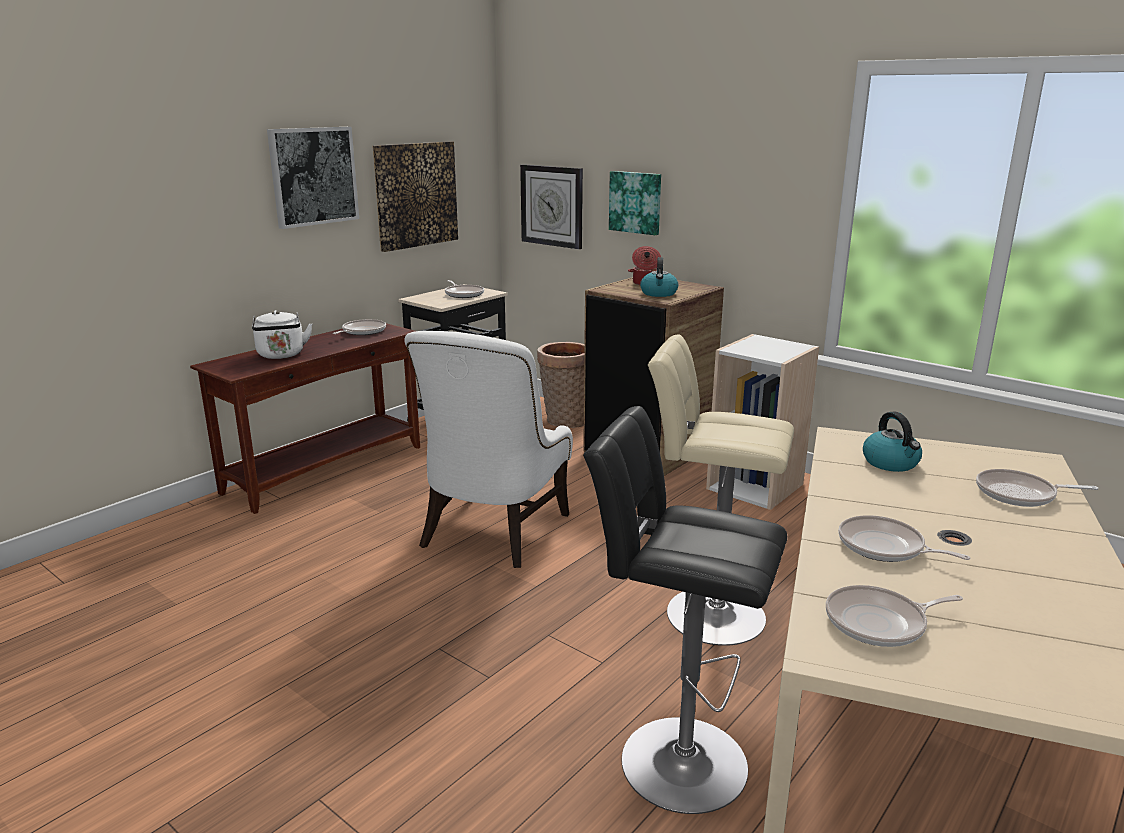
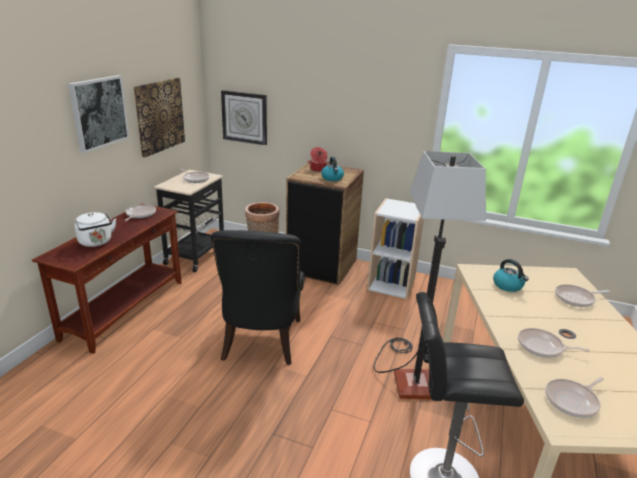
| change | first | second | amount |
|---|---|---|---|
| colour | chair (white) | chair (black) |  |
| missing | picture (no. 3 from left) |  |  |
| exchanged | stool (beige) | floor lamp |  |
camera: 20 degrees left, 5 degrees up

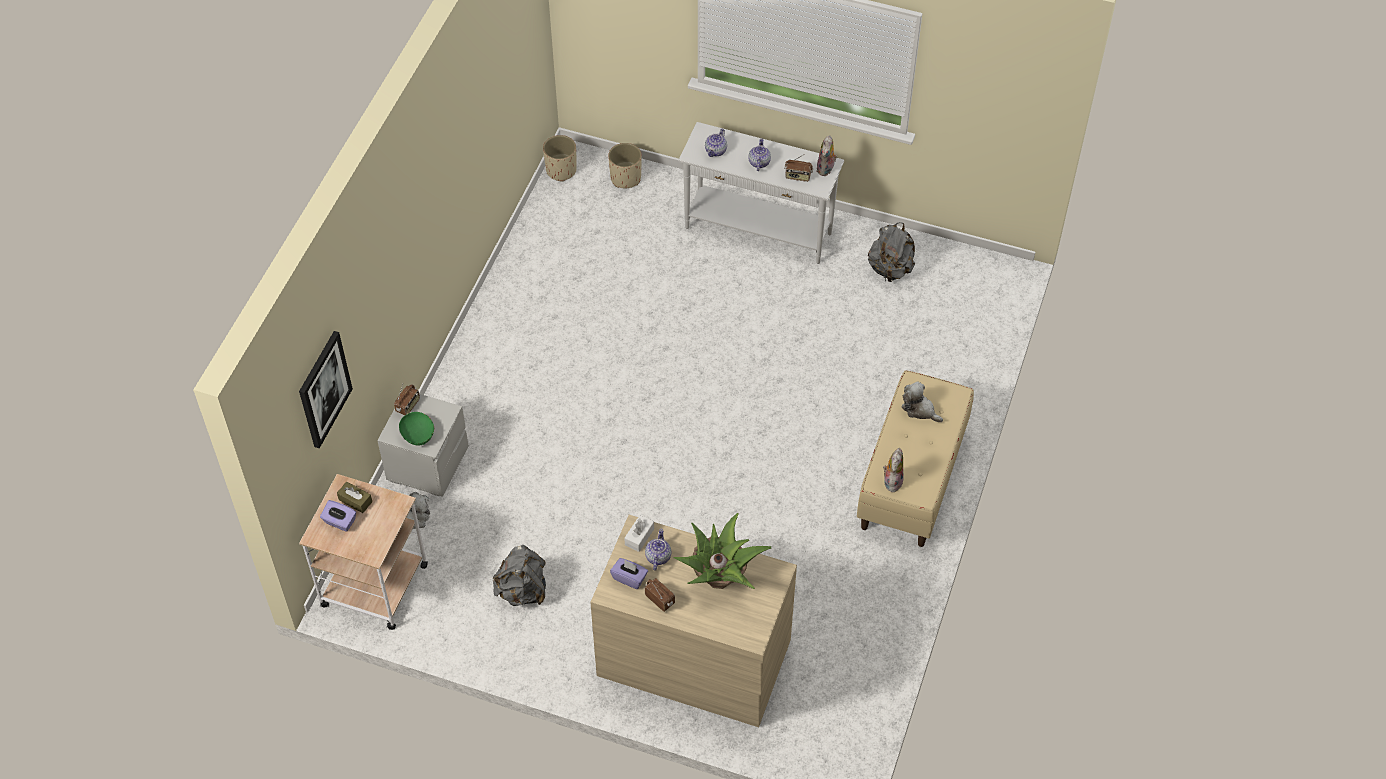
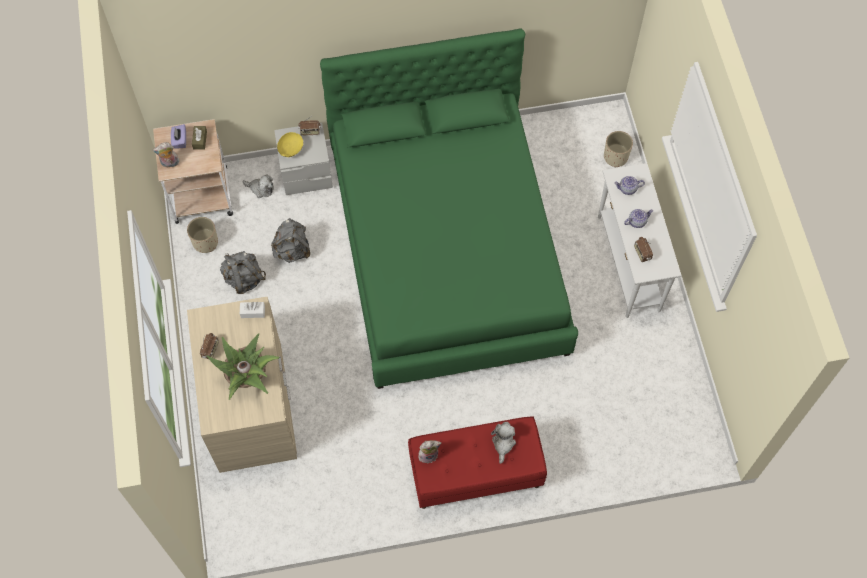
| change | first | second | amount |
|---|---|---|---|
| missing | picture |  |  |
| colour | bowl (green) | bowl (yellow) |  |
| relocated | planter (beige) (no. 1 from left) |  |  |
| missing | tissue box (purple) (no. 2 from left) |  |  |
| missing | teapot (no. 1 from left) |  |  |
| relocated | plush toy (no. 2 from left in the first image) | plush toy (no. 1 from left) |  |
| colour | bench (beige) | bench (red) |  |
| relocated | backpack (grey) (no. 2 from left) |  |  |
| appeared |  | bed (green) |  |
camera: 60 degrees right, 10 degrees up

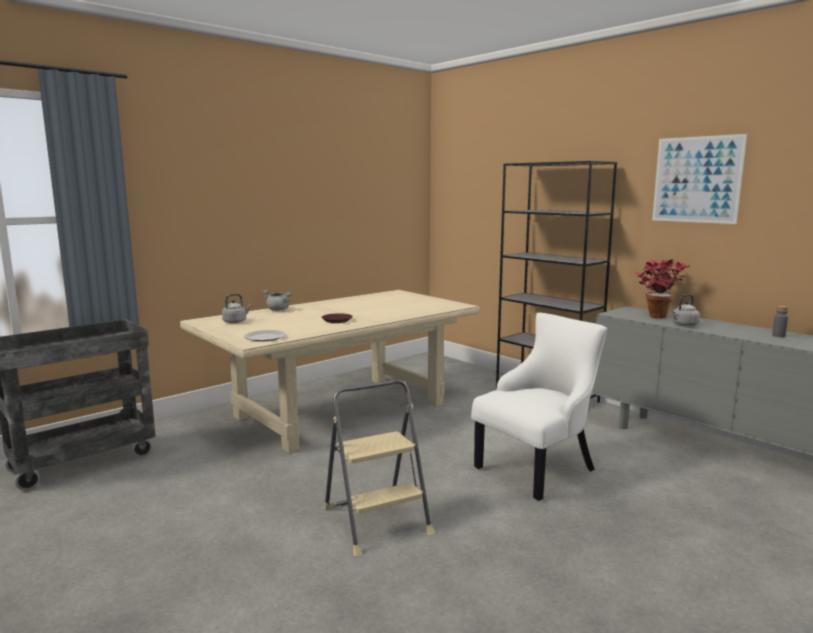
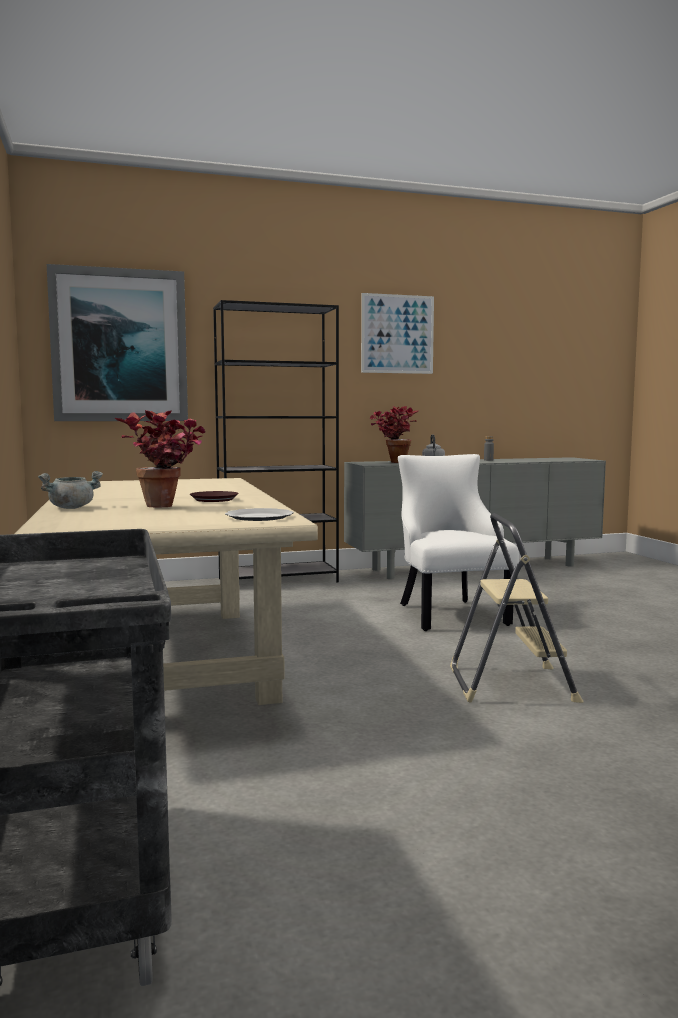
| change | first | second | amount |
|---|---|---|---|
| missing | kettle (grey) (no. 1 from left) |  |  |
| appeared |  | picture (no. 1 from left) |  |
| appeared |  | potted plant (no. 1 from left) |  |
camera: 65 degrees left, 5 degrees down

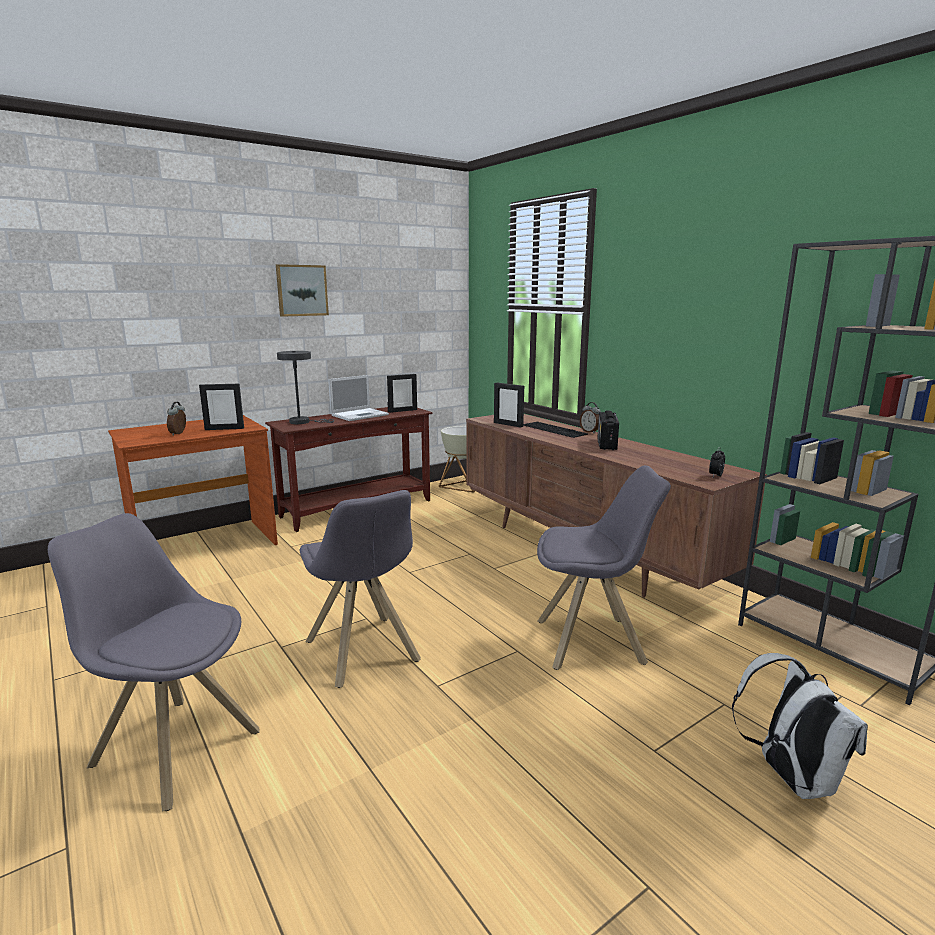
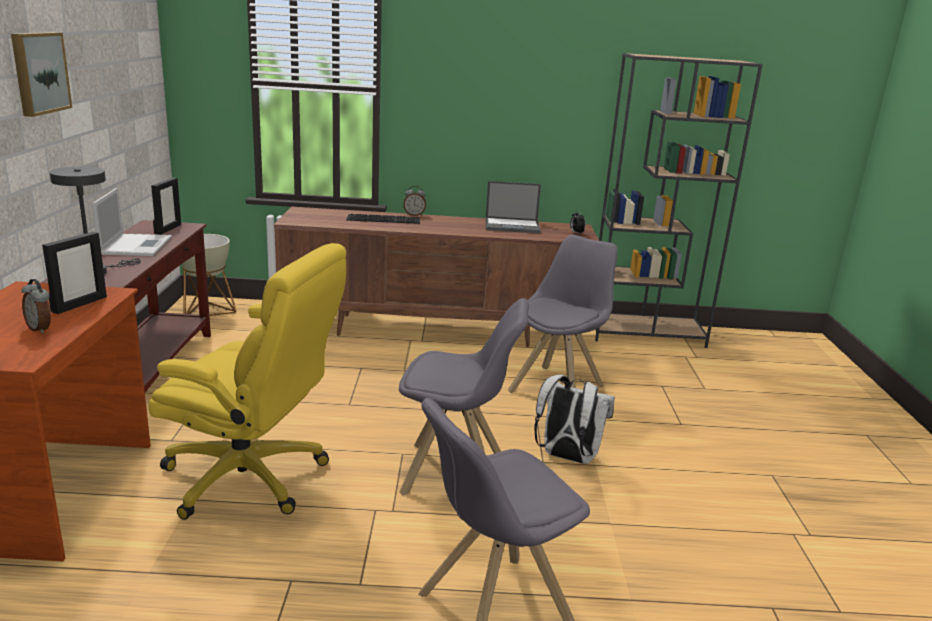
| change | first | second | amount |
|---|---|---|---|
| missing | picture frame (no. 3 from left) |  |  |
| missing | radio |  |  |
| relocated | backpack (white) |  |  |
| appeared |  | office chair (yellow) |  |
| appeared |  | laptop (no. 2 from left) |  |
camera: 55 degrees left, 5 degrees up

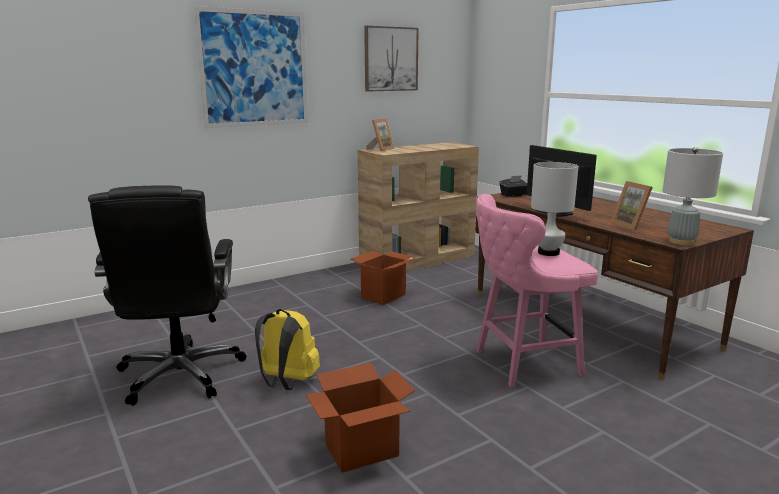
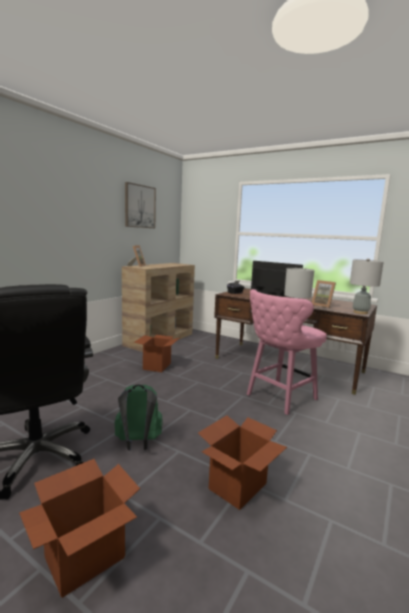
| change | first | second | amount |
|---|---|---|---|
| missing | picture (no. 1 from left) |  |  |
| colour | backpack (yellow) | backpack (green) |  |
| appeared |  | cardboard box (no. 1 from left) |  |
camera: 25 degrees left, 5 degrees down

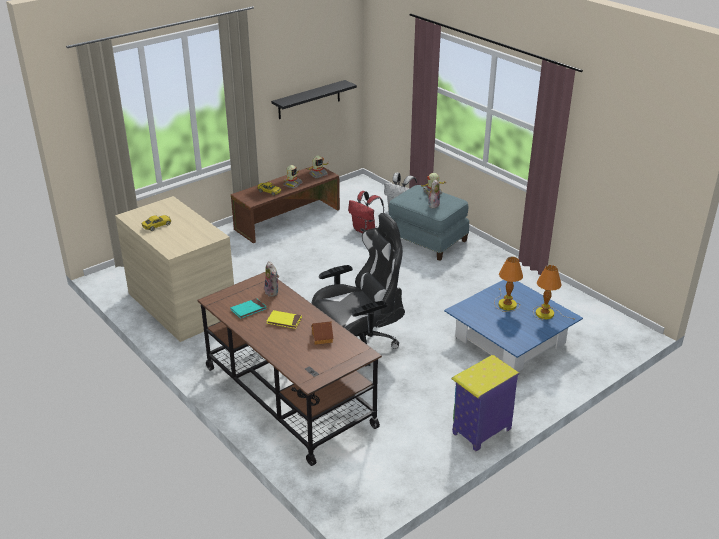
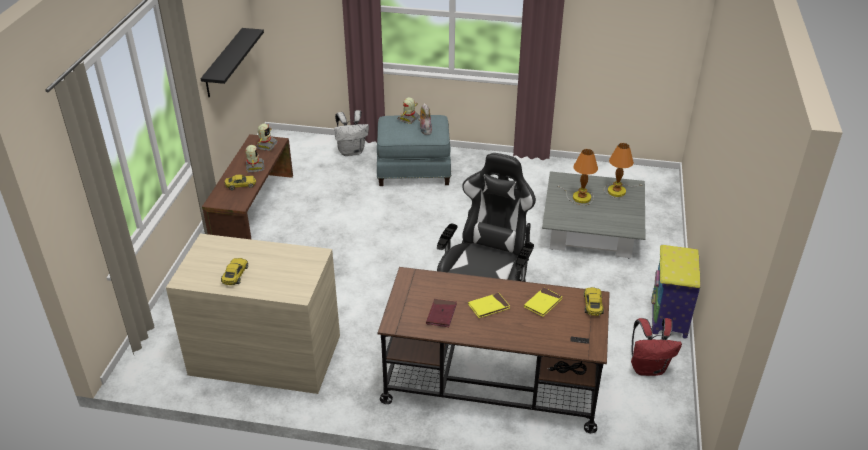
| change | first | second | amount |
|---|---|---|---|
| colour | book (turquoise) | book (red) |  |
| missing | plush toy (no. 1 from left) |  |  |
| exchanged | toy house | book (yellow) (no. 2 from left) |  |
| relocated | backpack (red) |  |  |
| colour | coffee table (blue) | coffee table (grey) |  |
| appeared |  | toy car (yellow) (no. 3 from left) |  |
camera: 40 degrees left, 5 degrees up

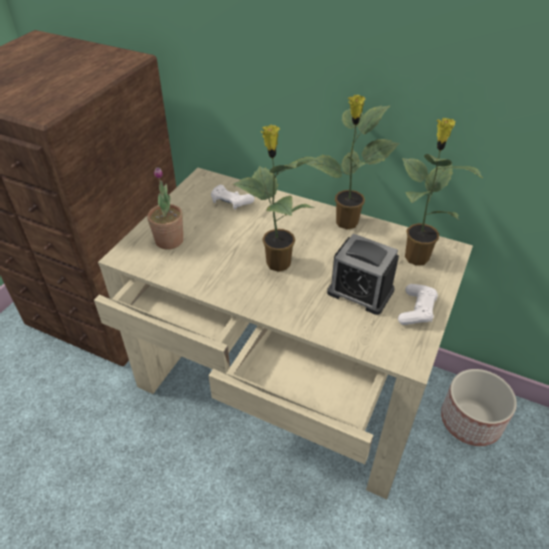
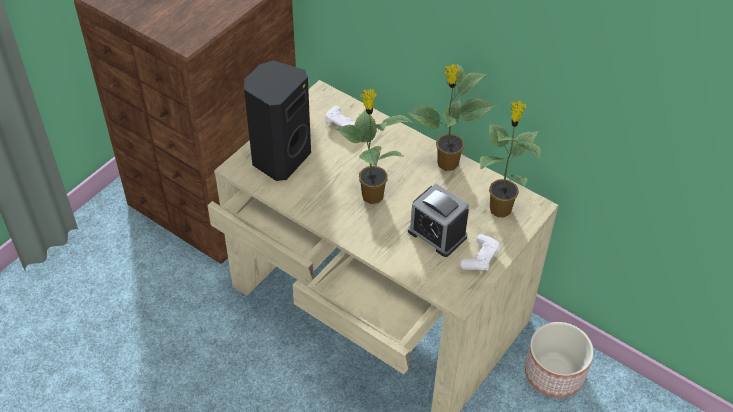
| change | first | second | amount |
|---|---|---|---|
| exchanged | potted plant (no. 1 from left) | speaker (black) |  |
camera: 10 degrees right, 5 degrees up

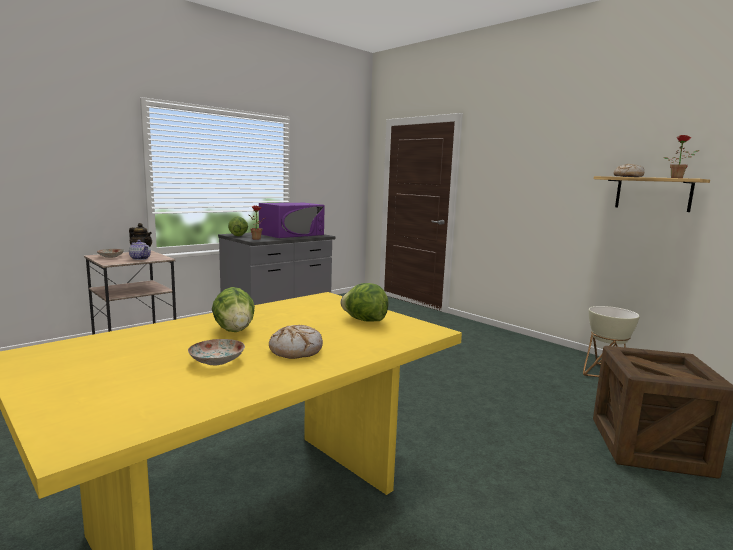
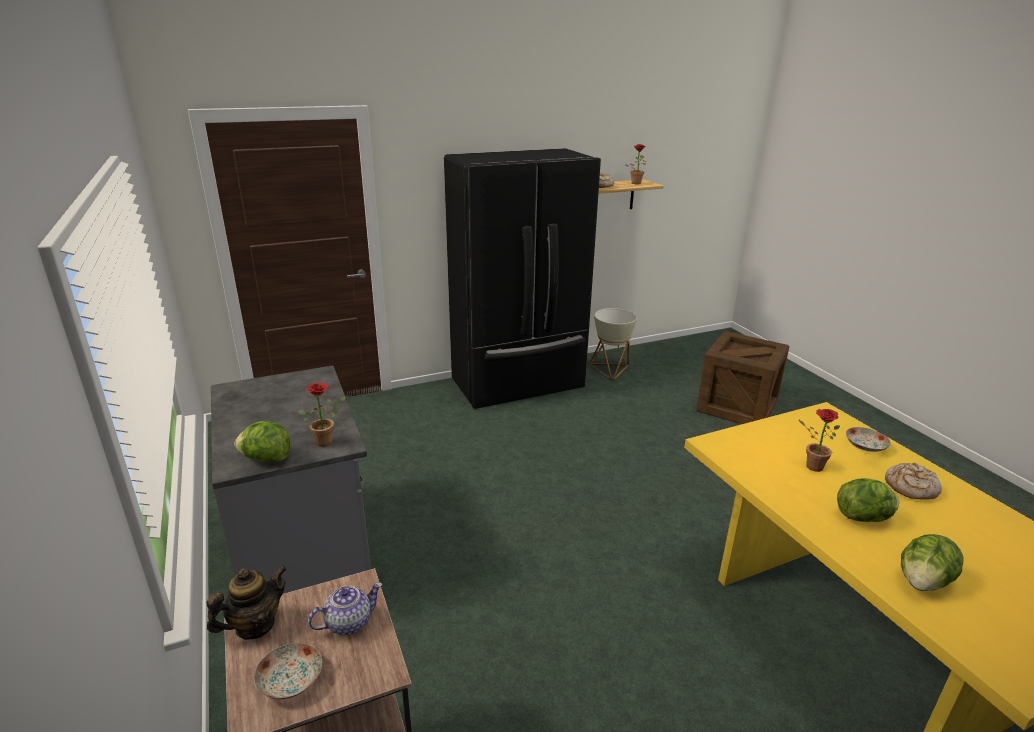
| change | first | second | amount |
|---|---|---|---|
| relocated | plate (no. 2 from left) |  |  |
| missing | microwave (purple) |  |  |
| relocated | lettuce (no. 3 from left) |  |  |
| appeared |  | fridge (black) |  |
| appeared |  | potted plant (no. 3 from left) |  |
camera: 70 degrees left, 15 degrees up

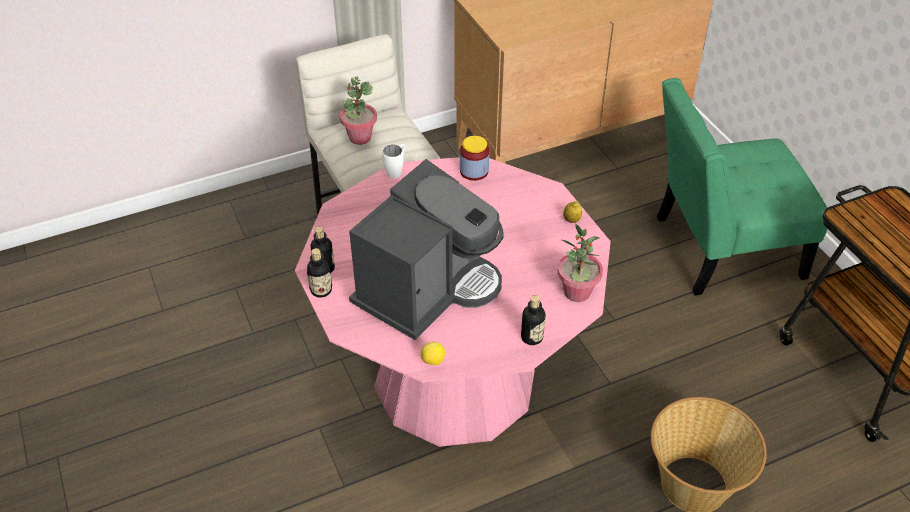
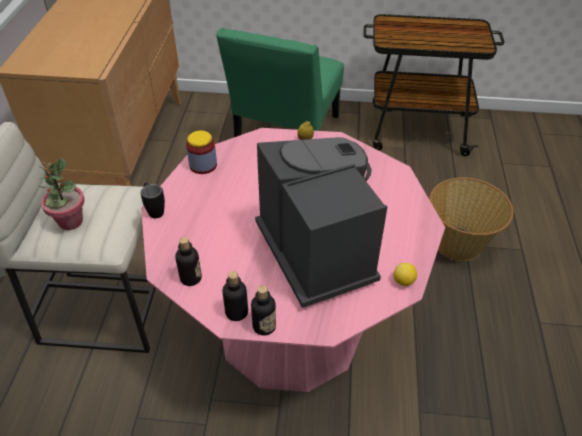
| change | first | second | amount |
|---|---|---|---|
| colour | mug (white) | mug (black) |  |
| relocated | bottle (no. 3 from left in the first image) | bottle (no. 1 from left) |  |
| missing | potted plant (no. 2 from left) |  |  |
camera: 60 degrees left, 0 degrees up

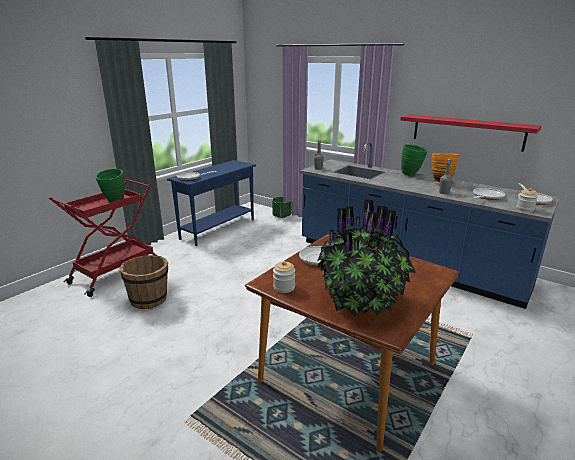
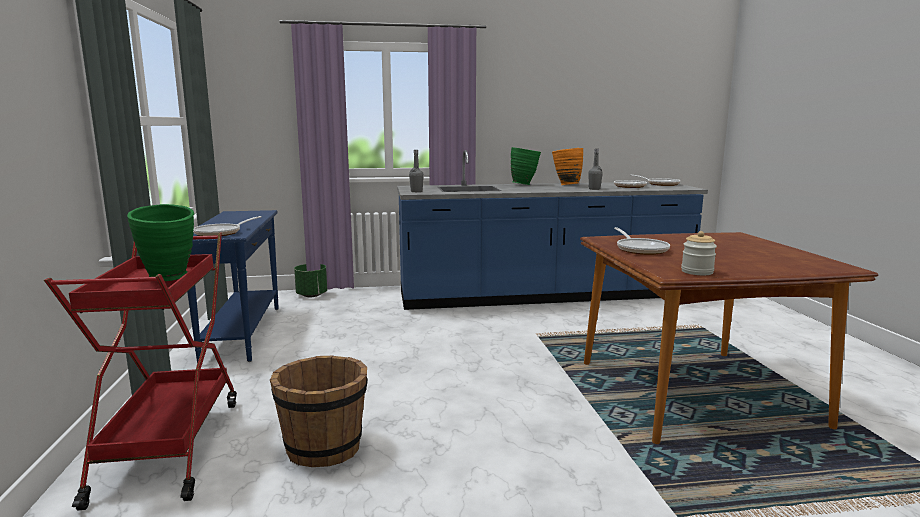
| change | first | second | amount |
|---|---|---|---|
| missing | potted plant |  |  |
| missing | shelf (red) |  |  |
| missing | jar (no. 2 from left) |  |  |
camera: 45 degrees left, 10 degrees down

